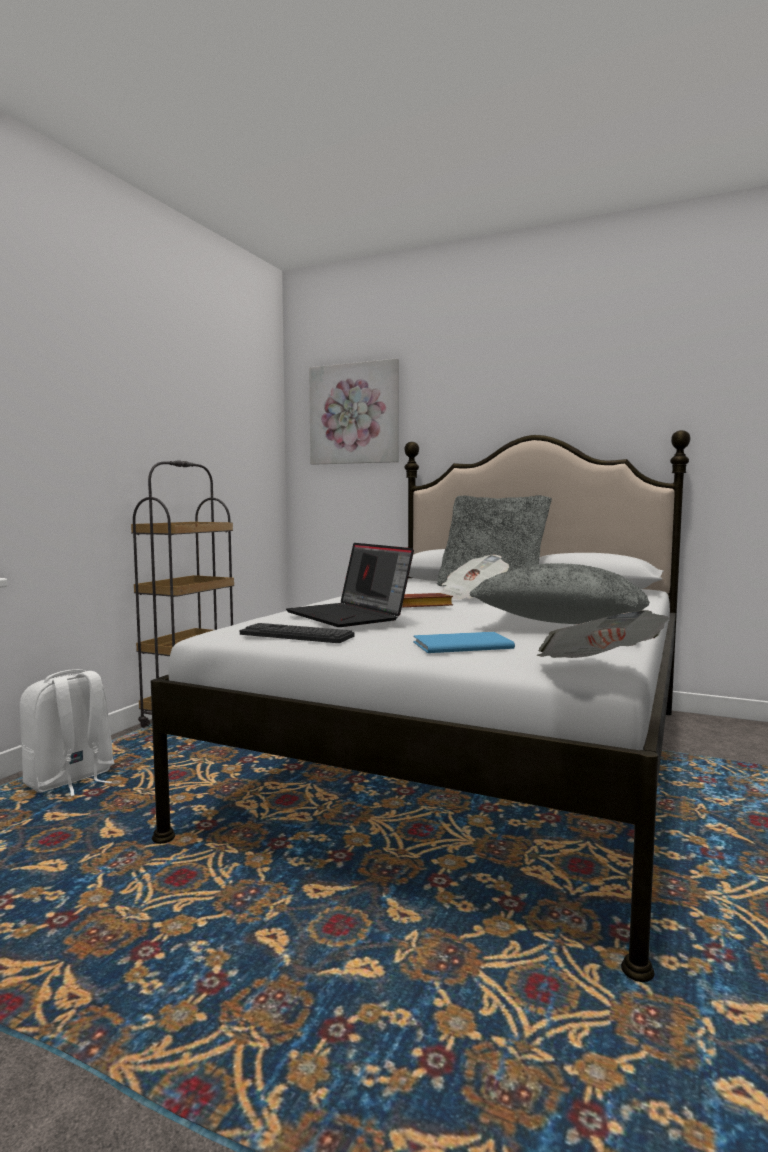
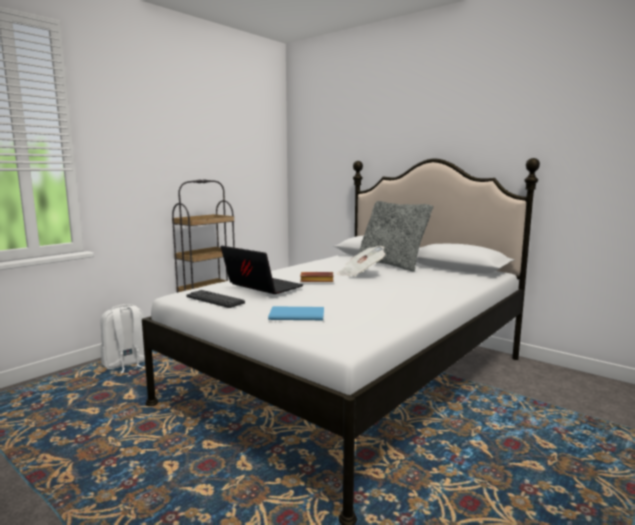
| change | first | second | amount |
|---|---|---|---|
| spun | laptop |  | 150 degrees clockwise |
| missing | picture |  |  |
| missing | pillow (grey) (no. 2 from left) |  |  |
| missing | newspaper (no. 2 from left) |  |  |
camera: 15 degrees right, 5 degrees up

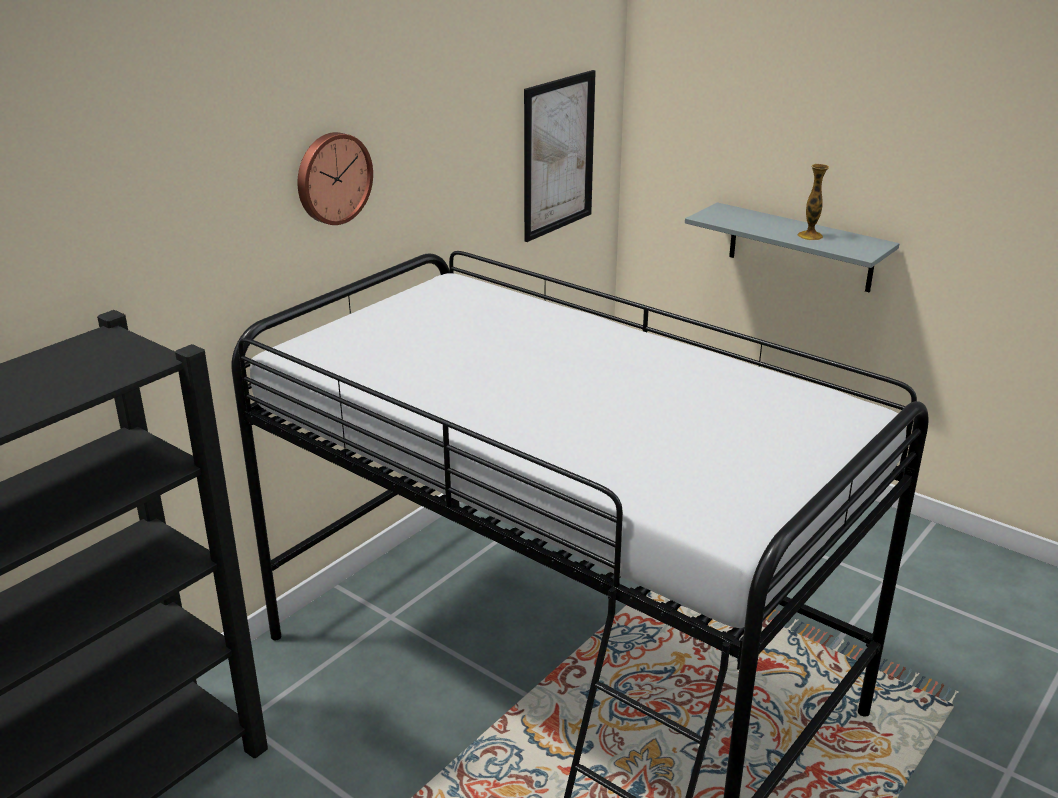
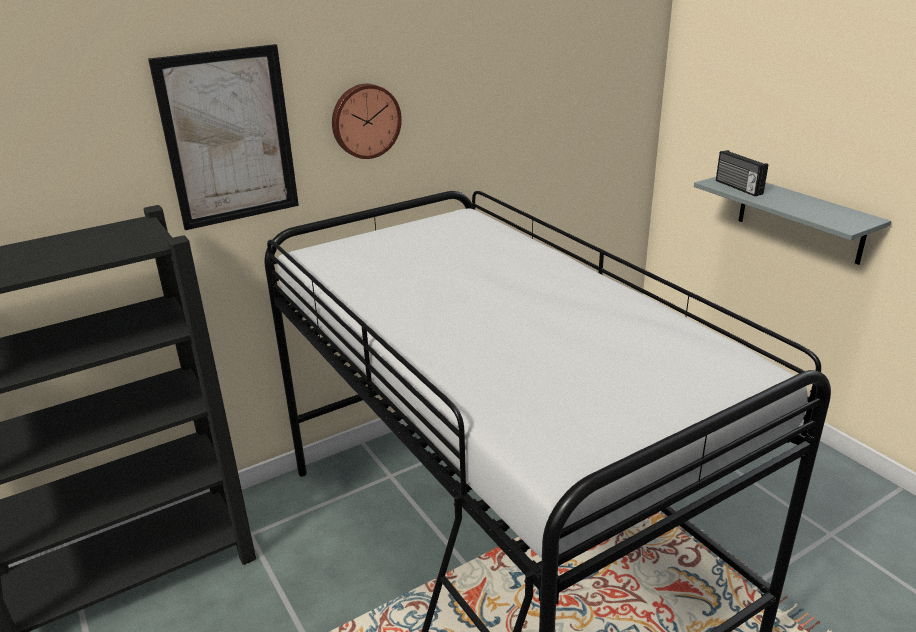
| change | first | second | amount |
|---|---|---|---|
| relocated | picture |  |  |
| missing | vase |  |  |
| appeared |  | radio |  |
camera: 20 degrees right, 0 degrees up

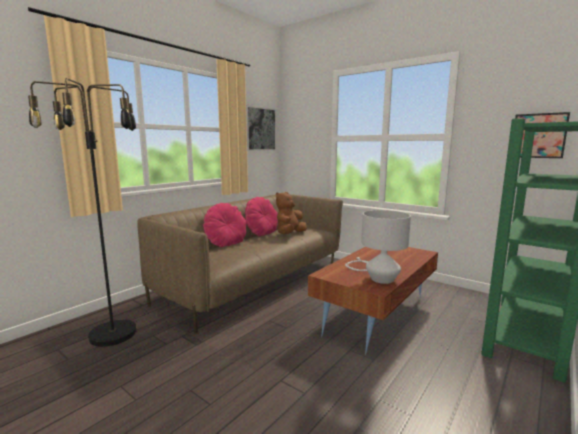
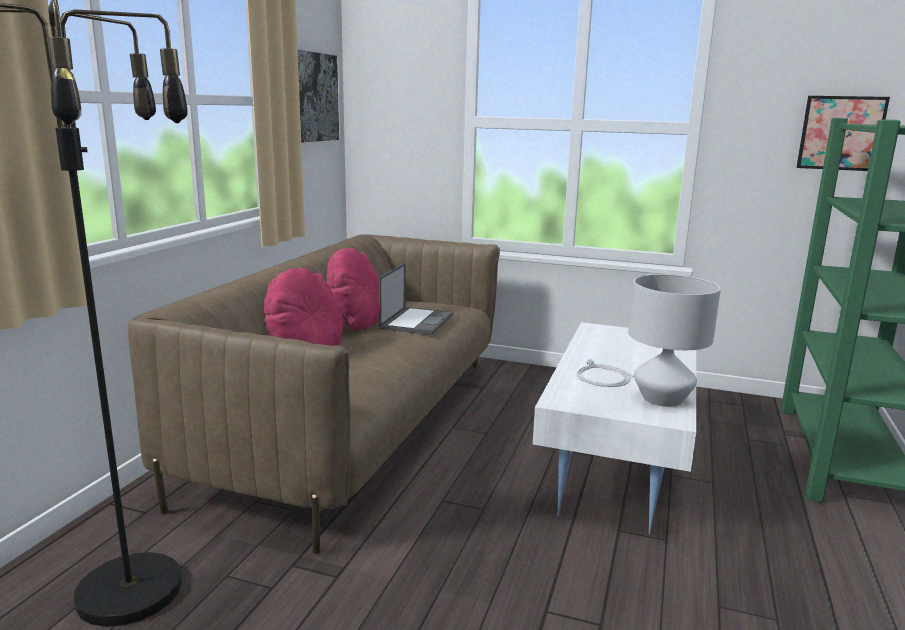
| change | first | second | amount |
|---|---|---|---|
| exchanged | plush toy (brown) | laptop |  |
| colour | coffee table (brown) | coffee table (white) |  |
camera: 20 degrees left, 5 degrees up

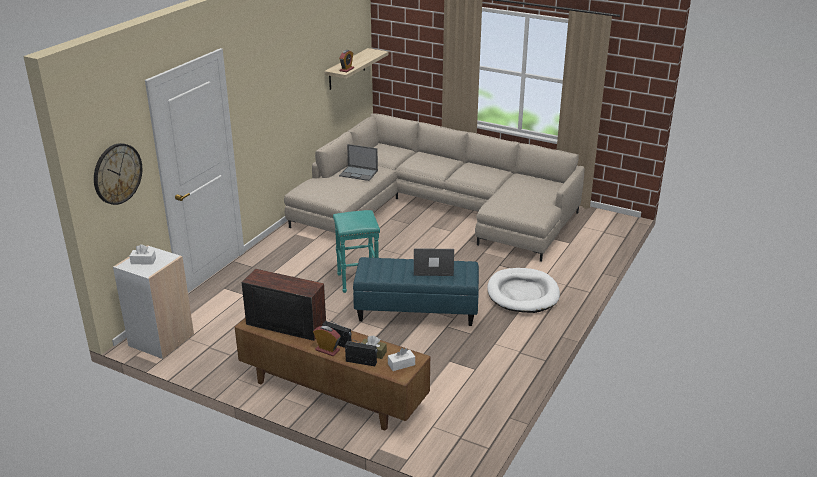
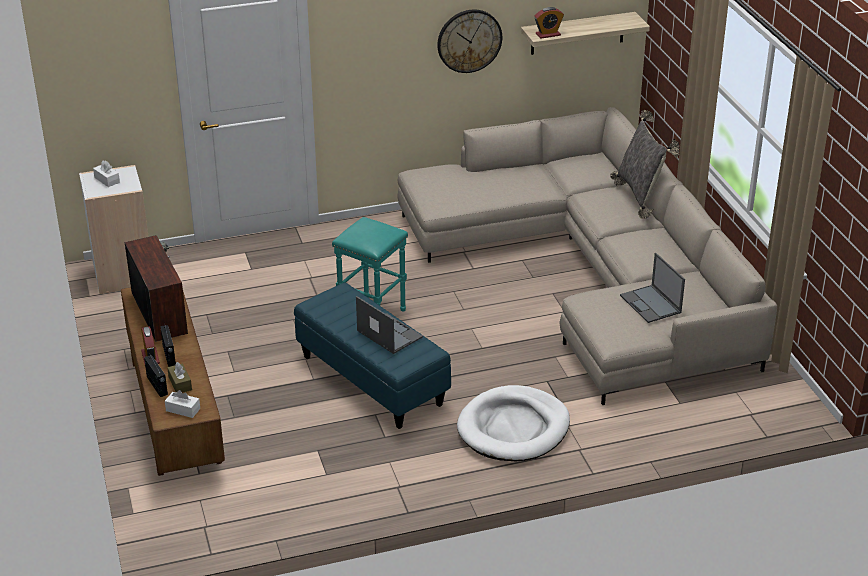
| change | first | second | amount |
|---|---|---|---|
| relocated | wall clock |  |  |
| relocated | laptop (no. 1 from left in the first image) | laptop (no. 2 from left) |  |
| appeared |  | pillow |  |
camera: 45 degrees right, 5 degrees up

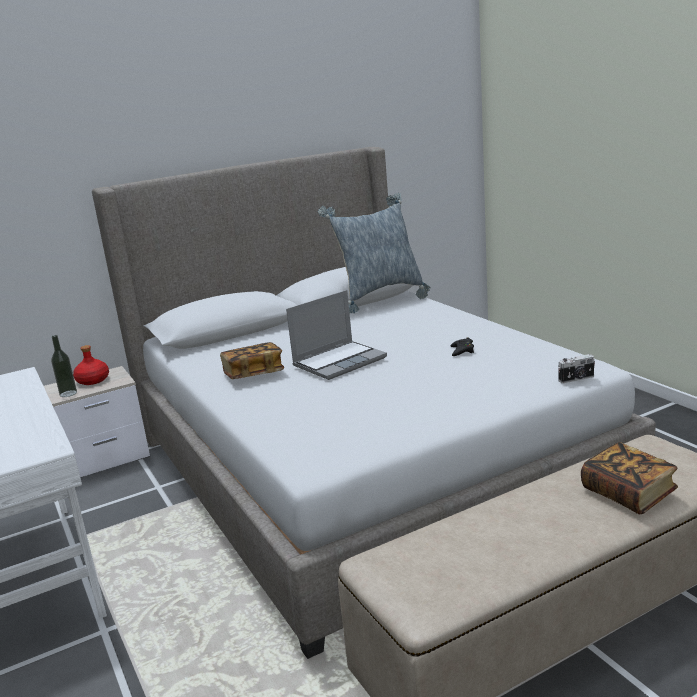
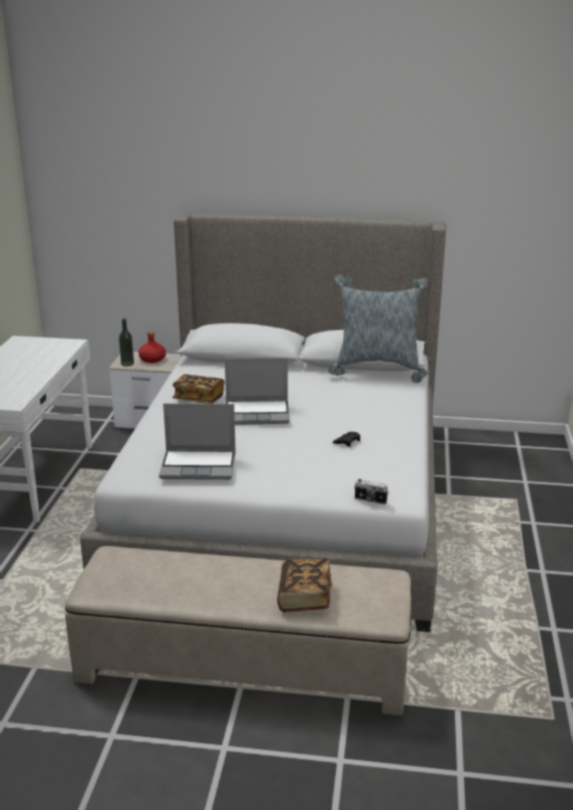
| change | first | second | amount |
|---|---|---|---|
| appeared |  | laptop (no. 1 from left) |  |
camera: 35 degrees right, 5 degrees up

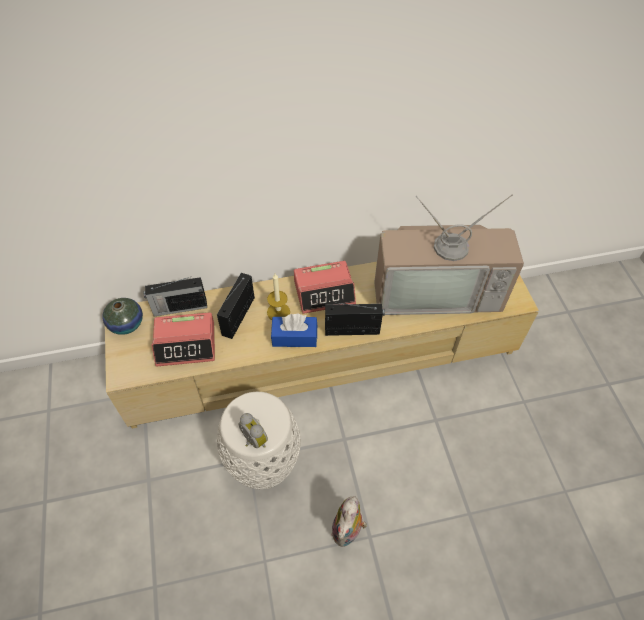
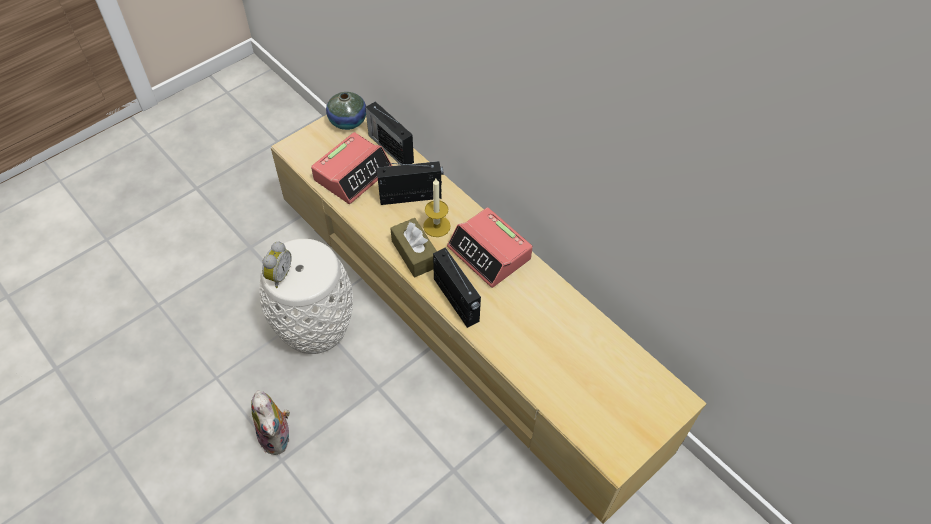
| change | first | second | amount |
|---|---|---|---|
| spun | alarm clock (no. 1 from left in the first image) | alarm clock (no. 2 from left) | 105 degrees counterclockwise |
| colour | tissue box (blue) | tissue box (brown) |  |
| spun | plush toy |  | 105 degrees counterclockwise |
| missing | television |  |  |
camera: 60 degrees right, 0 degrees up

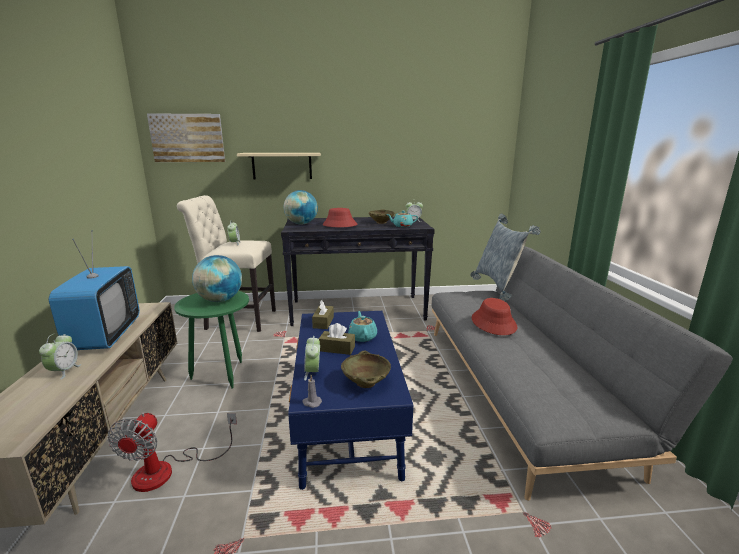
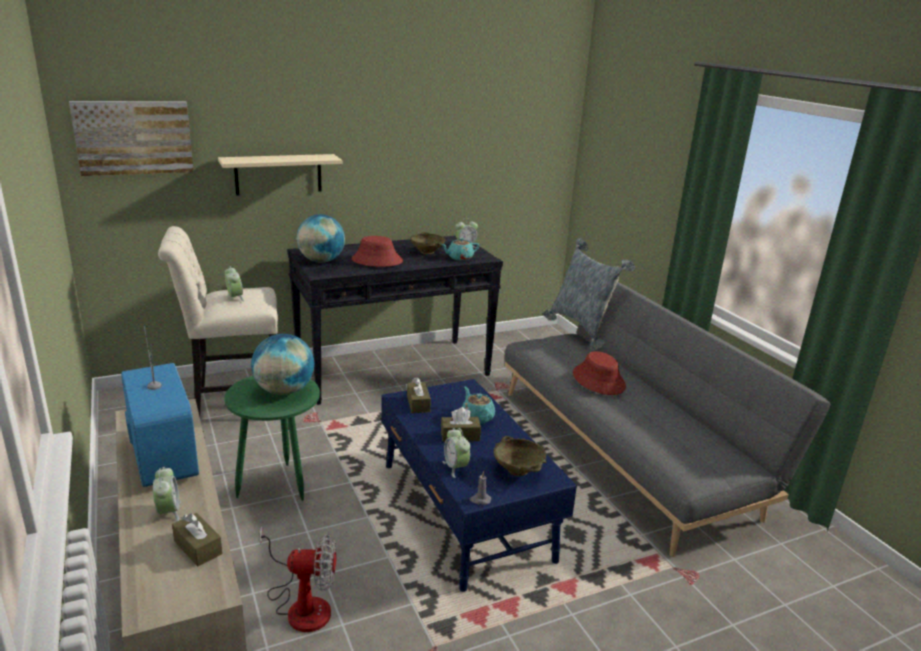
| change | first | second | amount |
|---|---|---|---|
| spun | fan |  | 75 degrees counterclockwise |
| appeared |  | tissue box (brown) (no. 1 from left) |  |
camera: 20 degrees left, 5 degrees up

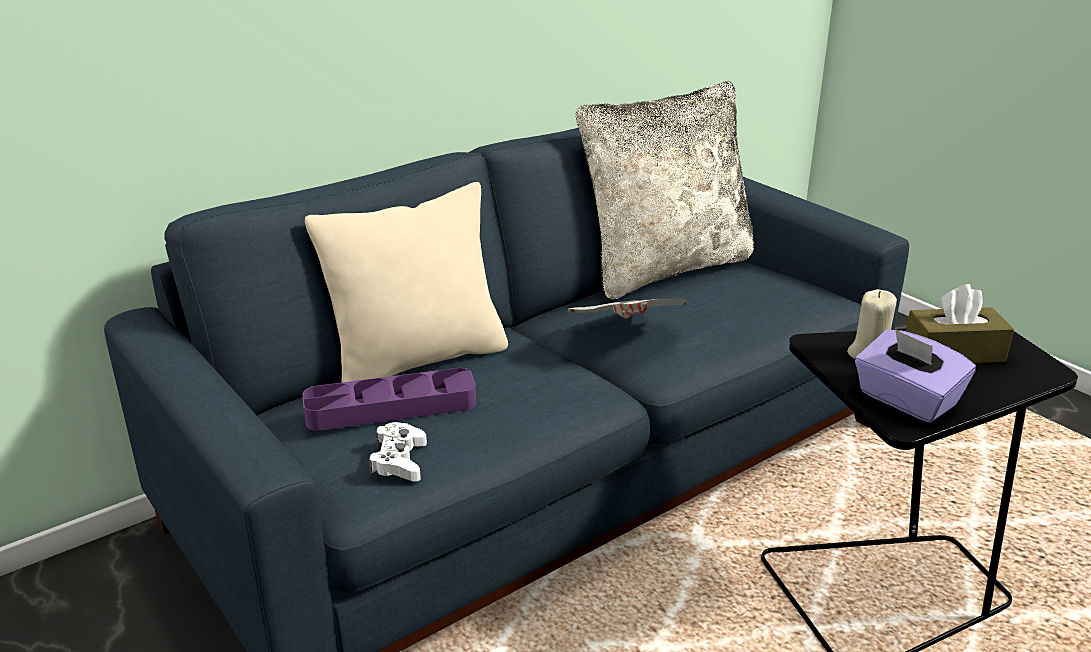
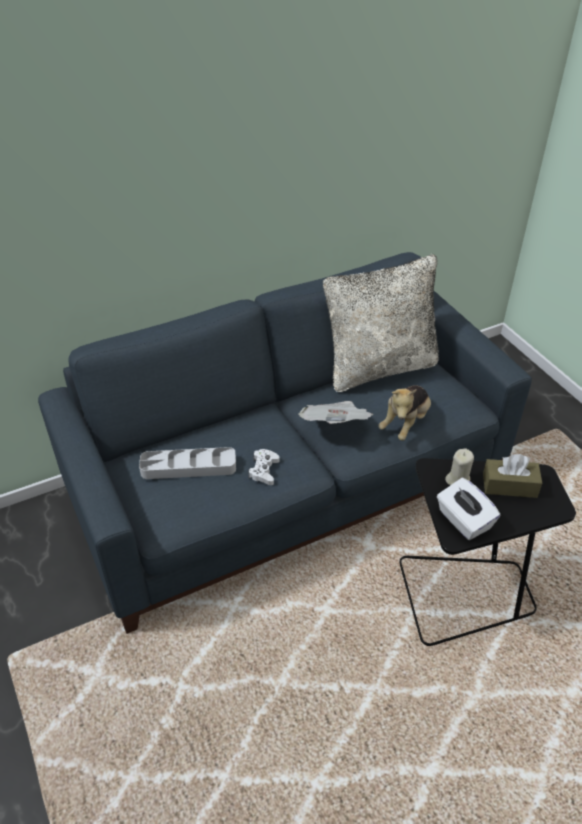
| change | first | second | amount |
|---|---|---|---|
| colour | tray (purple) | tray (grey) |  |
| missing | pillow (beige) (no. 1 from left) |  |  |
| relocated | game controller (white) |  |  |
| colour | tissue box (purple) | tissue box (white) |  |
| appeared |  | plush toy |  |
camera: 10 degrees right, 15 degrees up

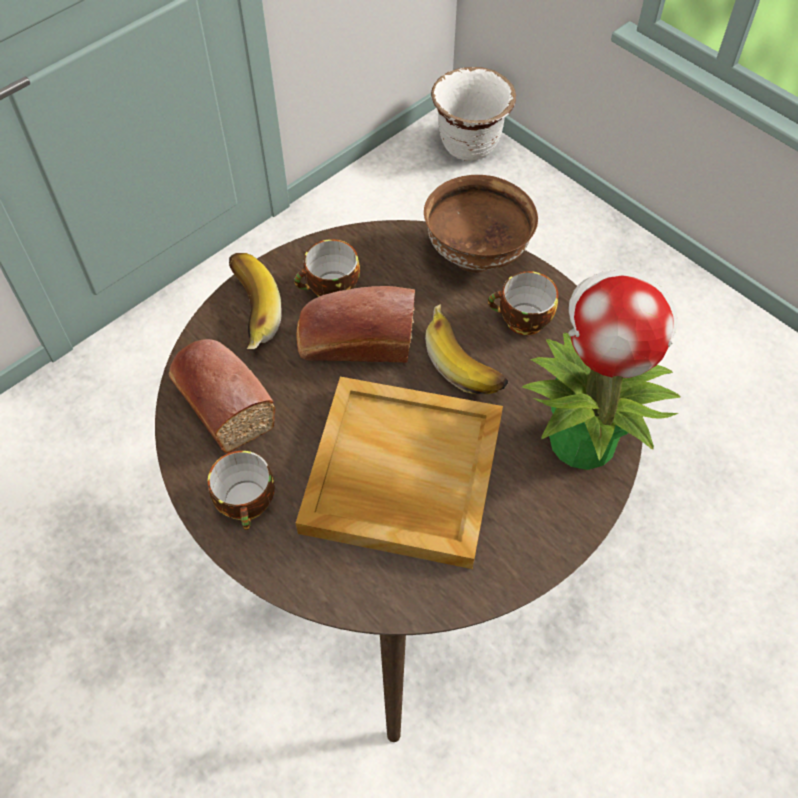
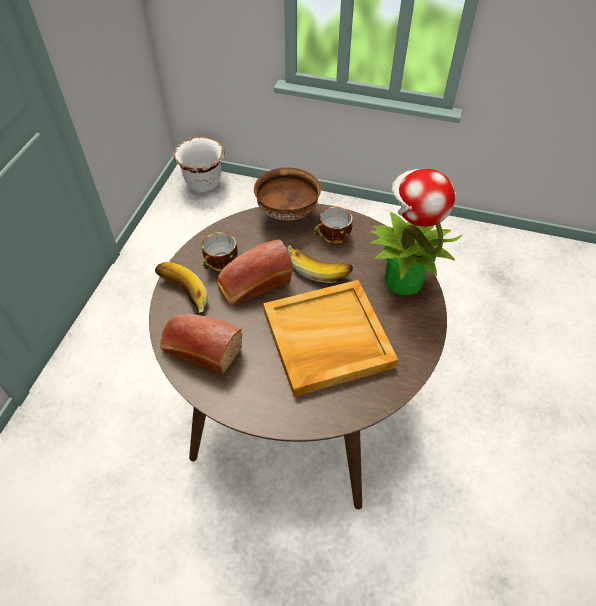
| change | first | second | amount |
|---|---|---|---|
| missing | cup (no. 1 from left) |  |  |
camera: 30 degrees left, 5 degrees down

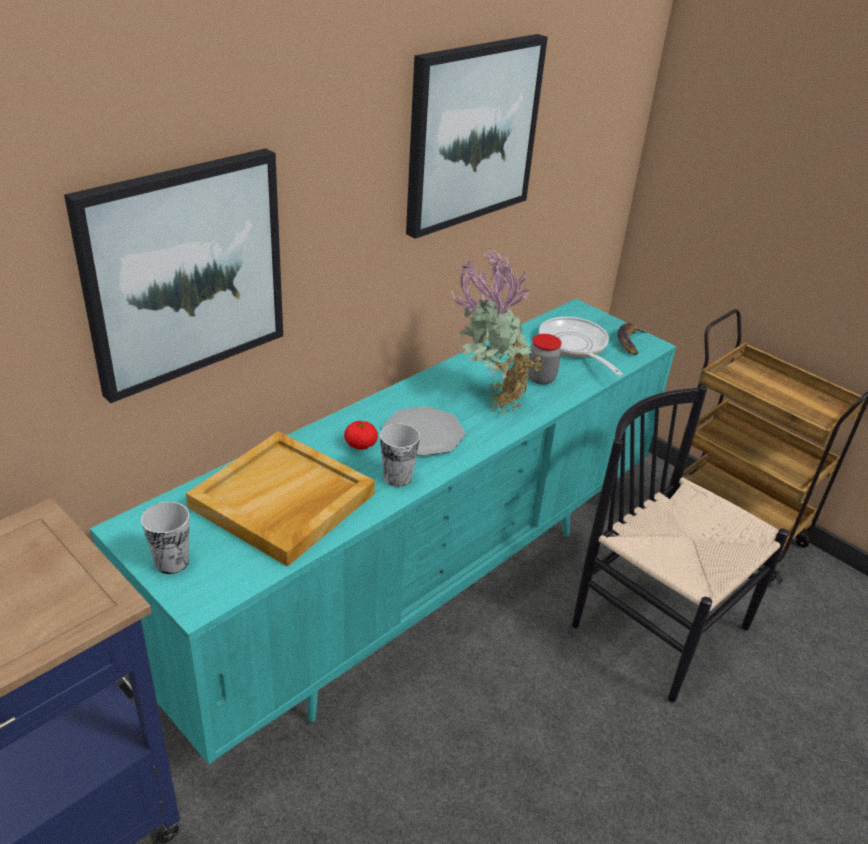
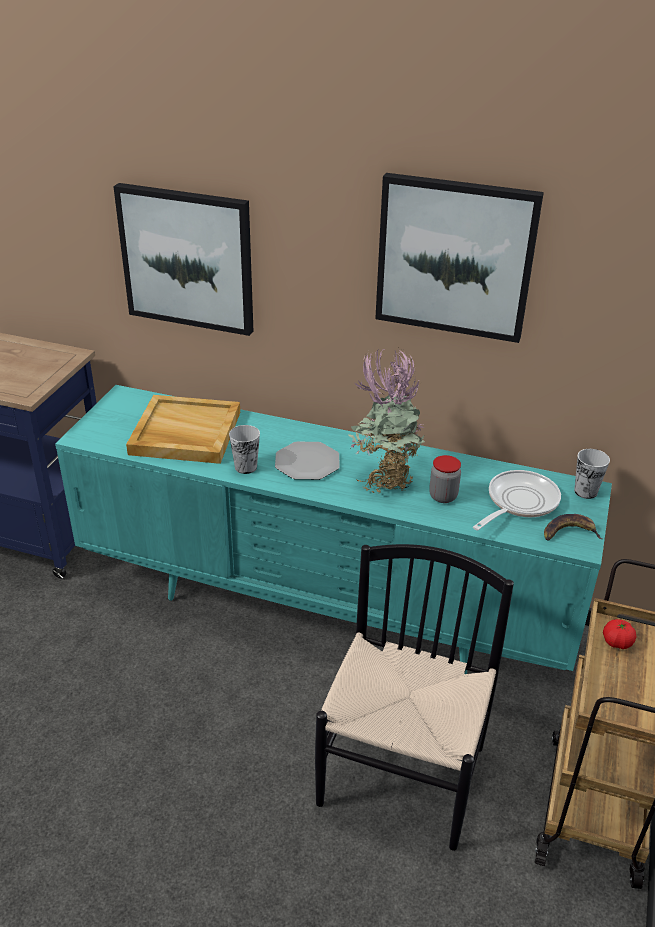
| change | first | second | amount |
|---|---|---|---|
| relocated | cup (no. 1 from left in the first image) | cup (no. 2 from left) |  |
| relocated | tomato |  |  |
camera: 65 degrees right, 0 degrees up

